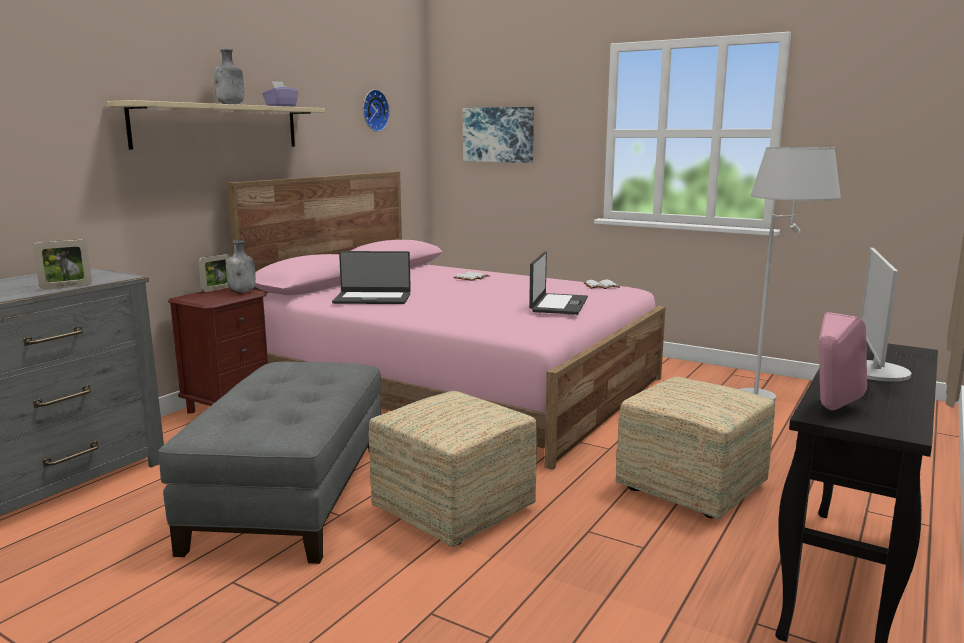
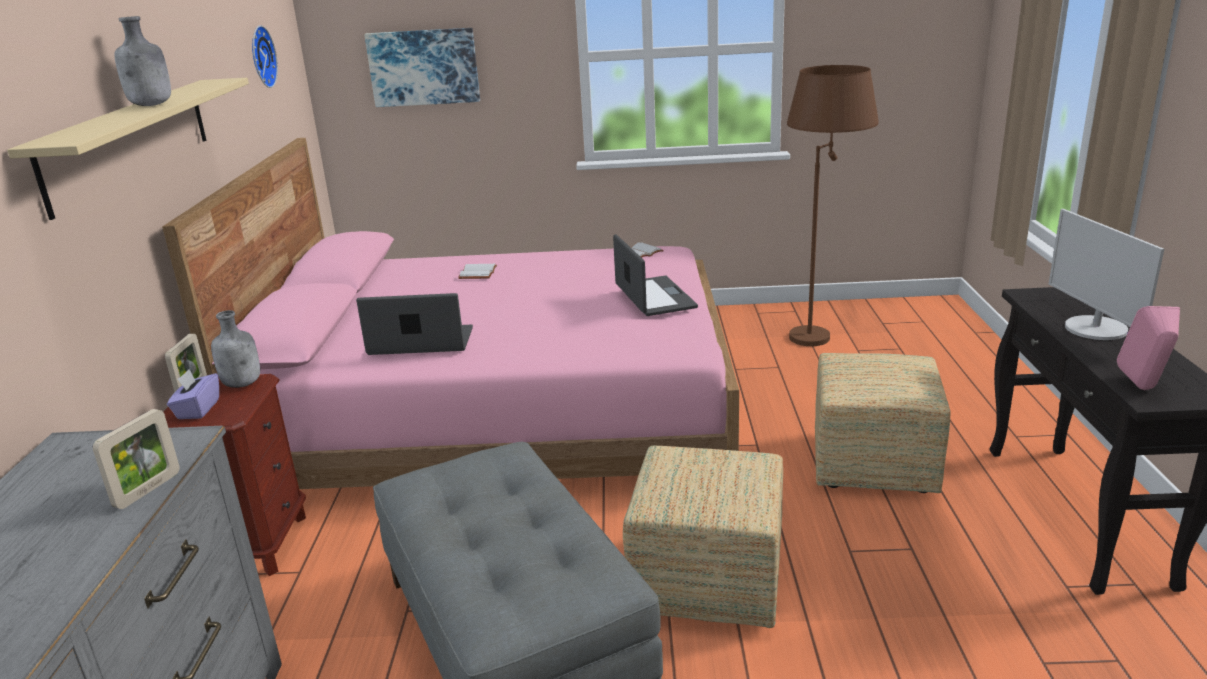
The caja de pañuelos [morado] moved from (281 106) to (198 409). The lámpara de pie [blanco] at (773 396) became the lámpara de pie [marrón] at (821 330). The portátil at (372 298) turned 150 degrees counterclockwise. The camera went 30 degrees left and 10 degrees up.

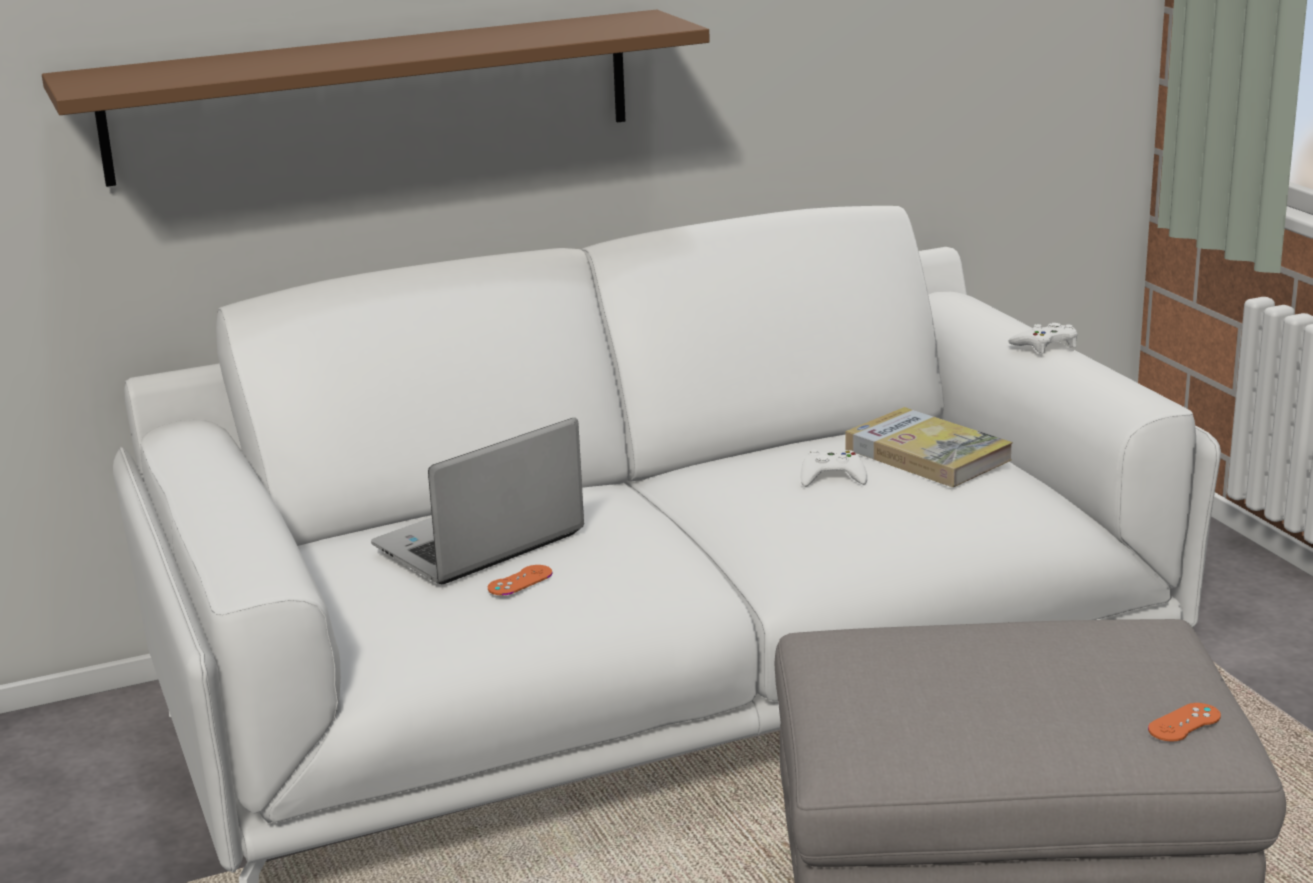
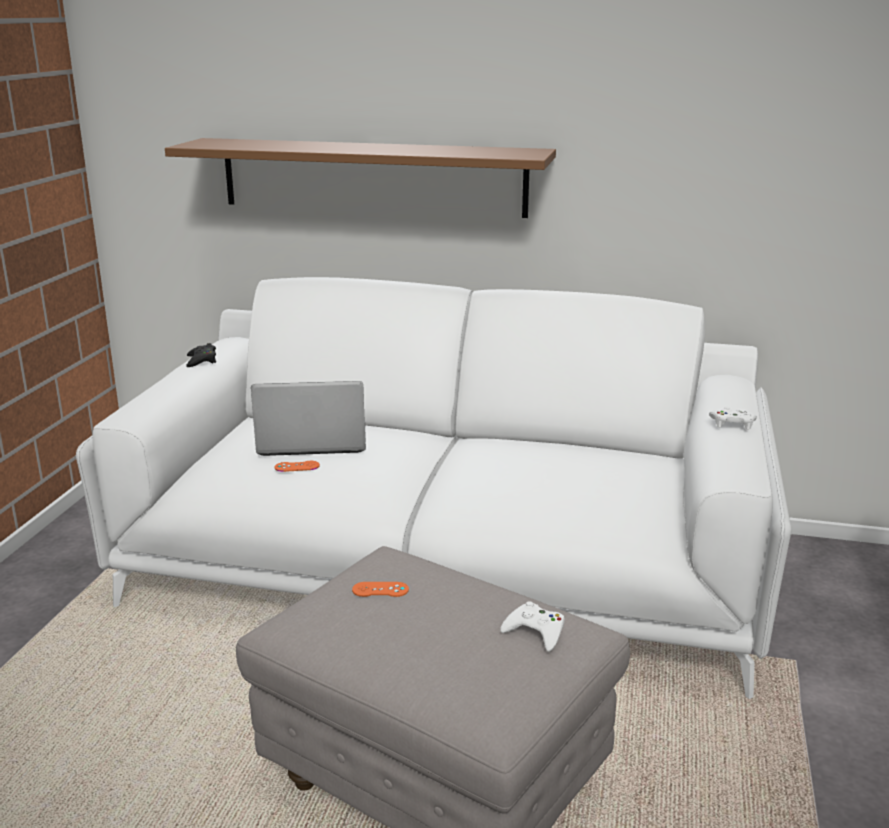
The libro at (927 454) disappeared. The mando de consola [negro] at (201 360) appeared. The mando de consola [blanco] moved from (832 476) to (535 632). The mando de consola [naranja] moved from (1184 723) to (380 590). The camera went 35 degrees right and 0 degrees up.

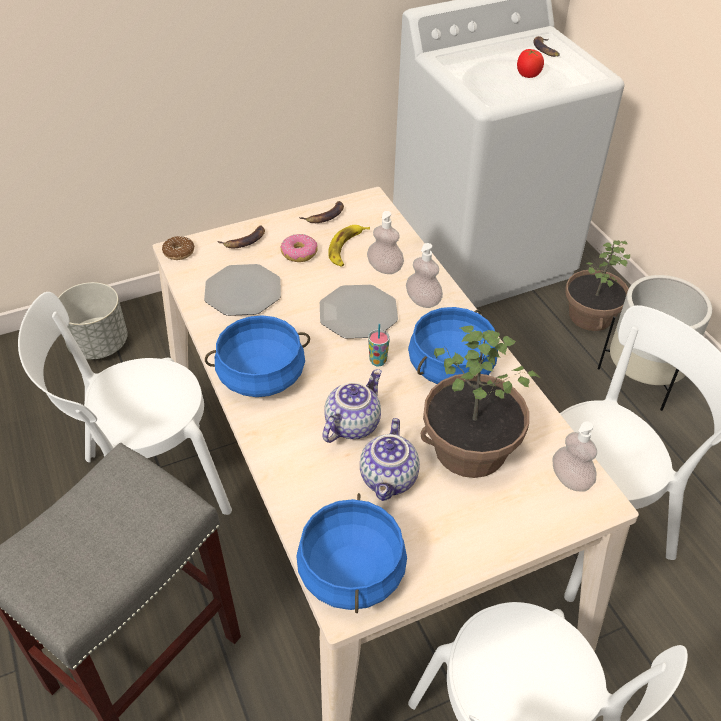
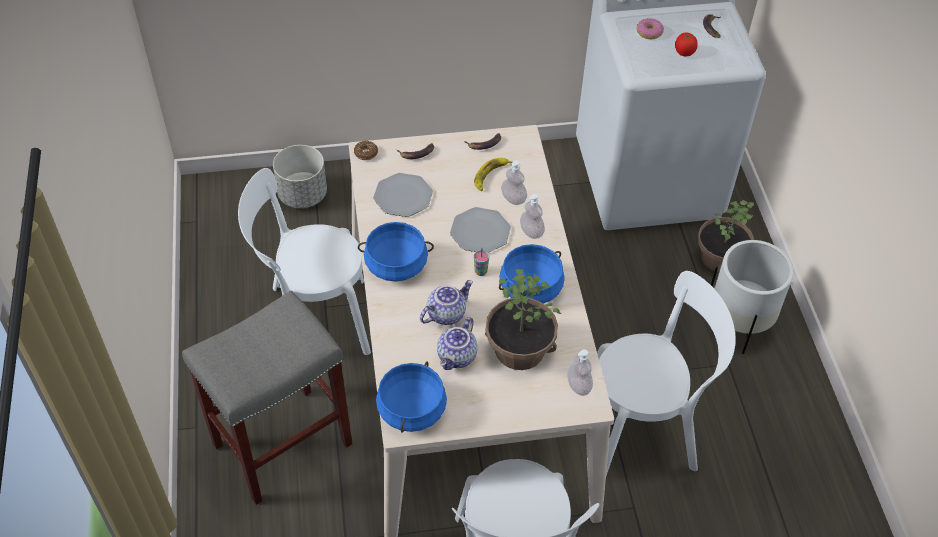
The rosquilla moved from (299 253) to (649 33). The camera went 15 degrees right and 5 degrees up.

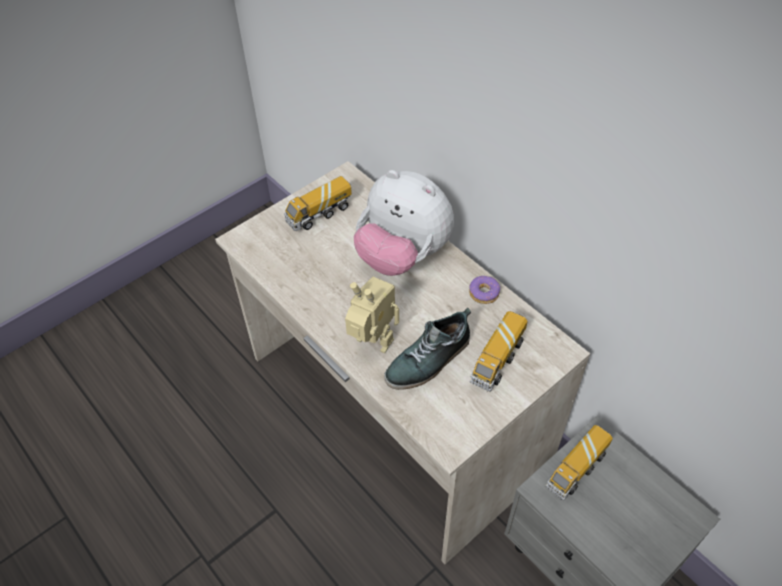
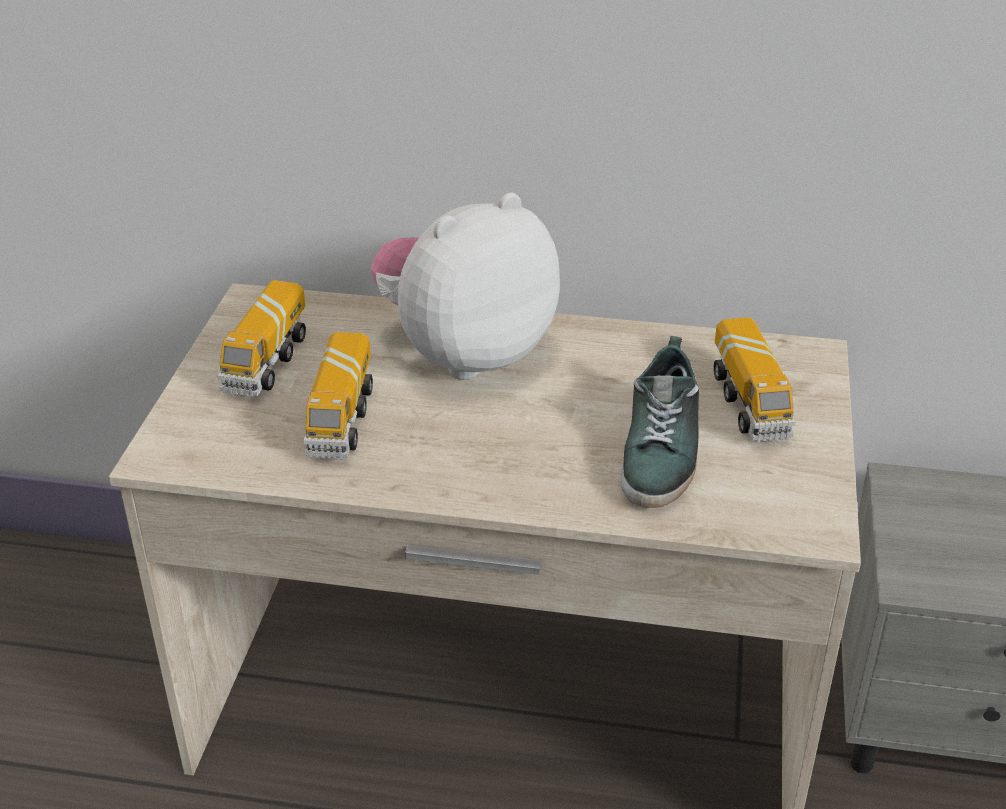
The robot de juguete at (372 344) disappeared. The rosquilla at (484 293) disappeared. The camión de juguete moved from (576 470) to (340 421). The peluche at (402 255) turned 150 degrees clockwise. The camera went 40 degrees left and 15 degrees down.

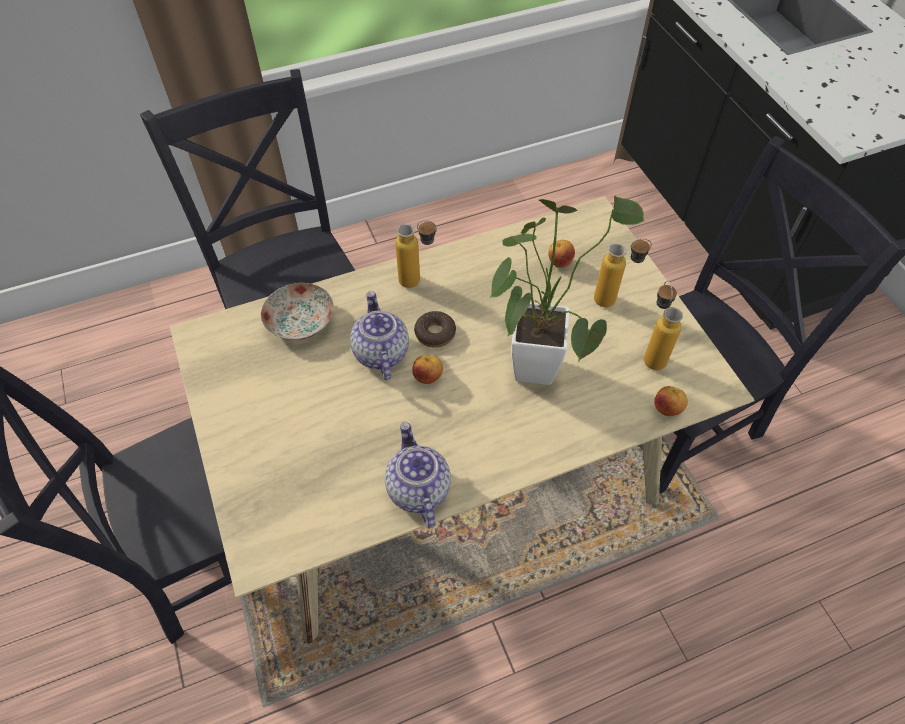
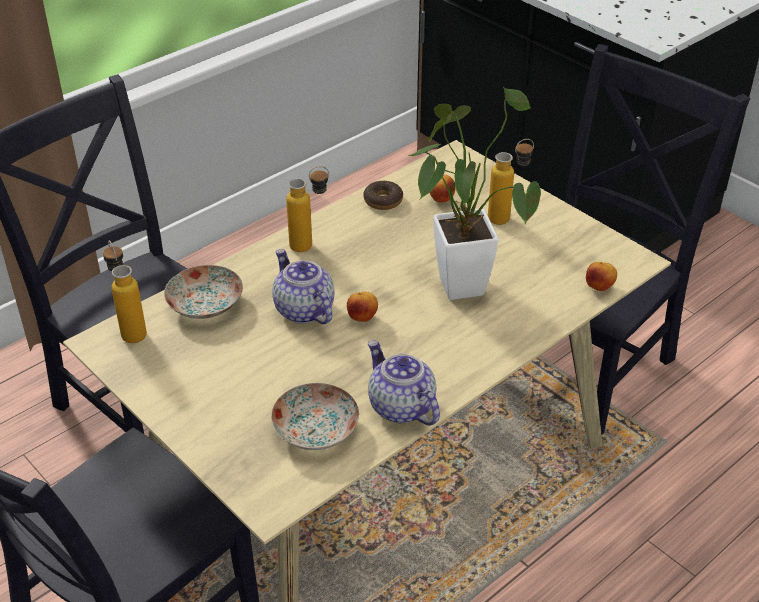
The plato at (317 430) appeared. The rosquilla moved from (435 333) to (383 200). The botella moved from (651 353) to (130 329). The camera went 20 degrees left and 15 degrees down.

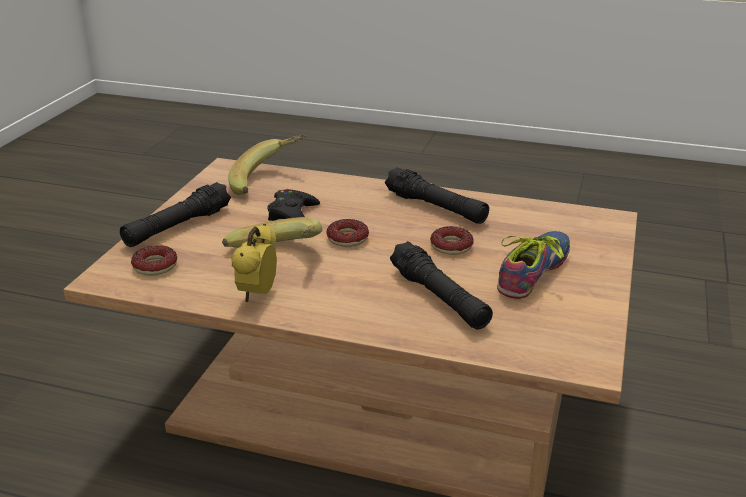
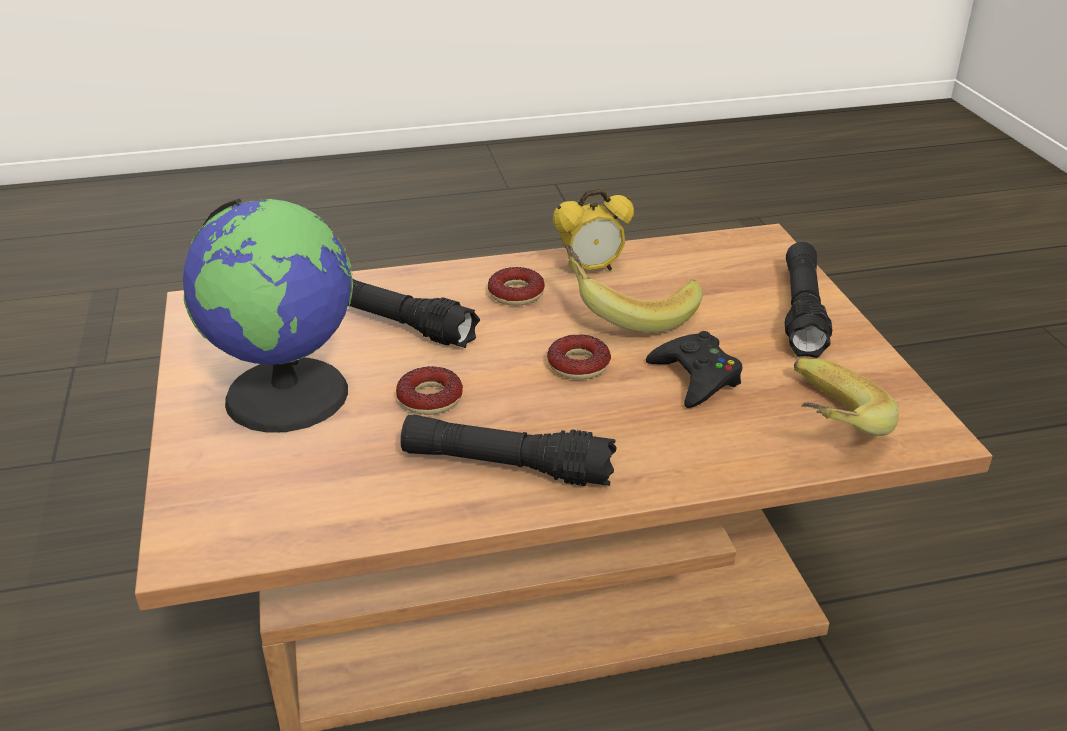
The rosquilla moved from (155 266) to (516 293). The zapato at (537 272) was replaced by the globo terráqueo at (288 393). The despertador at (257 295) turned 90 degrees clockwise. The camera went 150 degrees right and 5 degrees up.

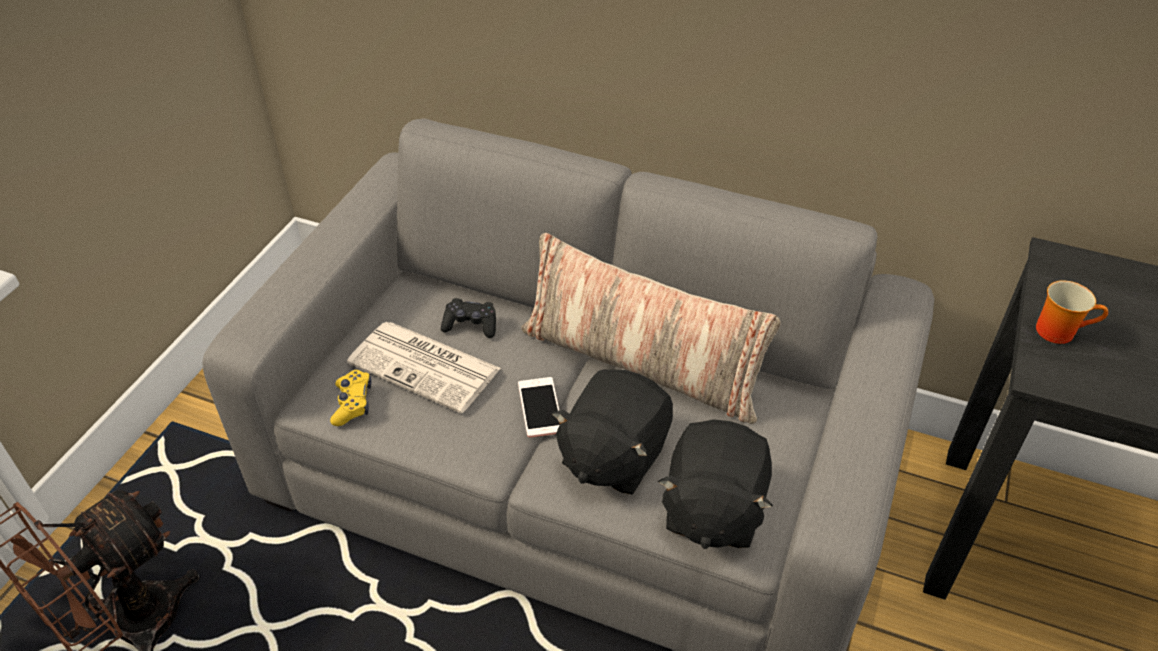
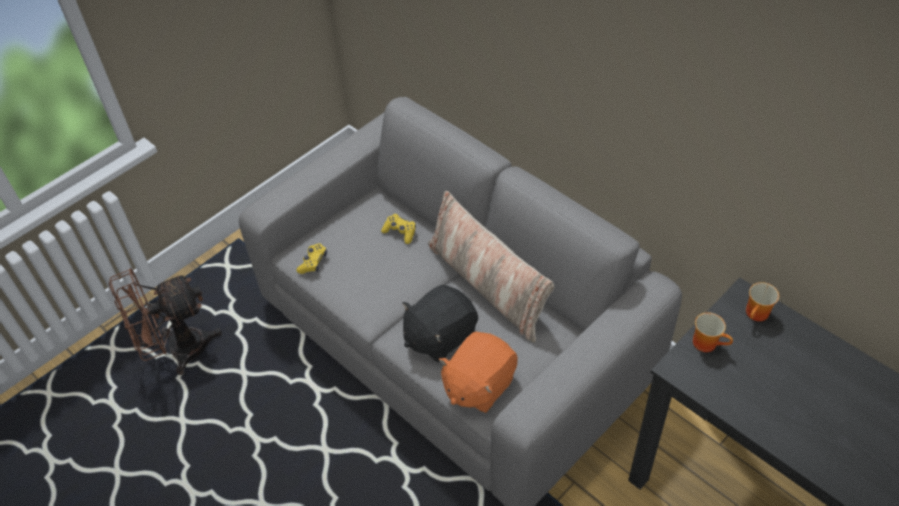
The periódico at (426 366) disappeared. The móvil at (540 407) disappeared. The taza grande at (757 315) appeared. The mando de consola [negro] at (470 325) became the mando de consola [amarillo] at (400 232). The peluche [negro] at (712 509) became the peluche [naranja] at (478 385). The camera went 25 degrees right and 5 degrees up.

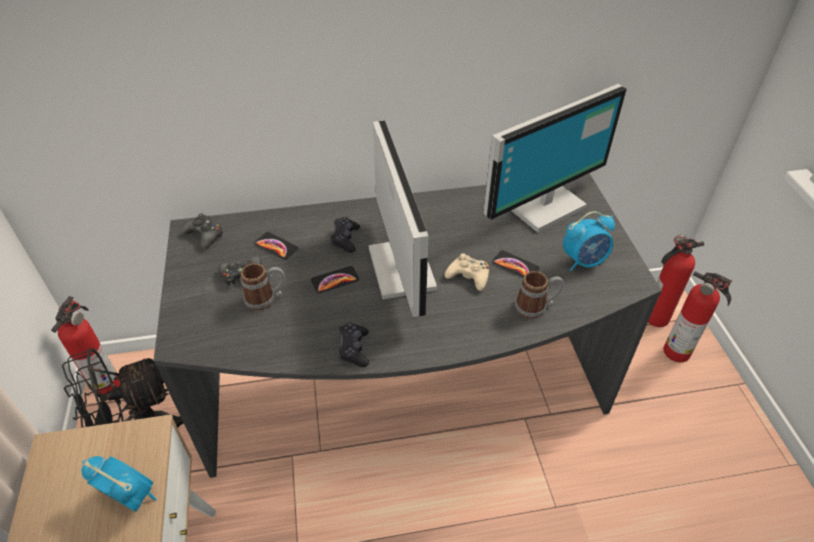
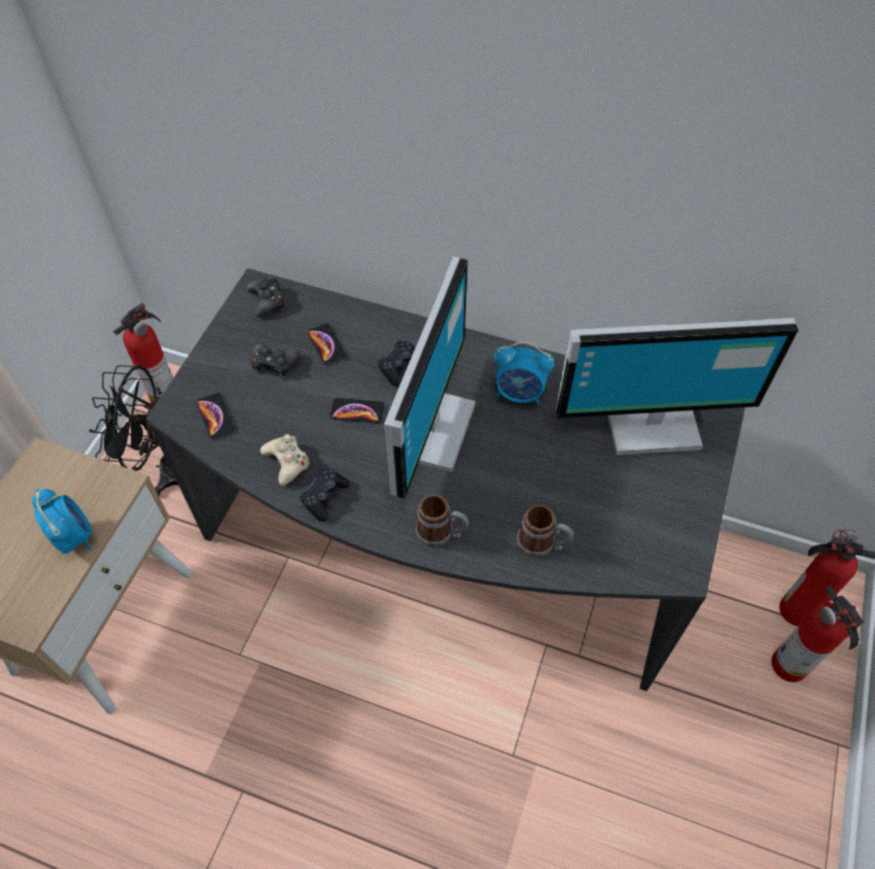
The taza grande moved from (266 298) to (441 533). The mando de consola [beis] moved from (468 276) to (287 462). The móvil moved from (515 265) to (215 416). The despertador moved from (584 261) to (519 393). The camera went 30 degrees right and 10 degrees up.

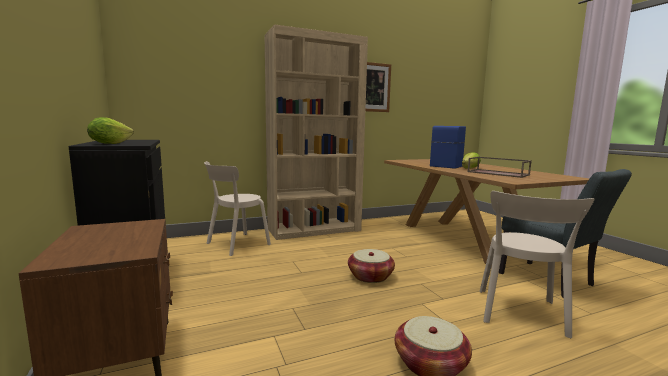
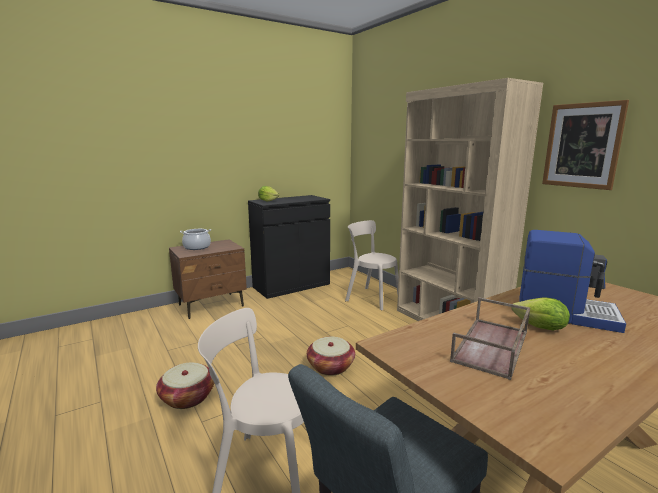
The olla at (197 247) appeared. The camera went 80 degrees right and 5 degrees up.

